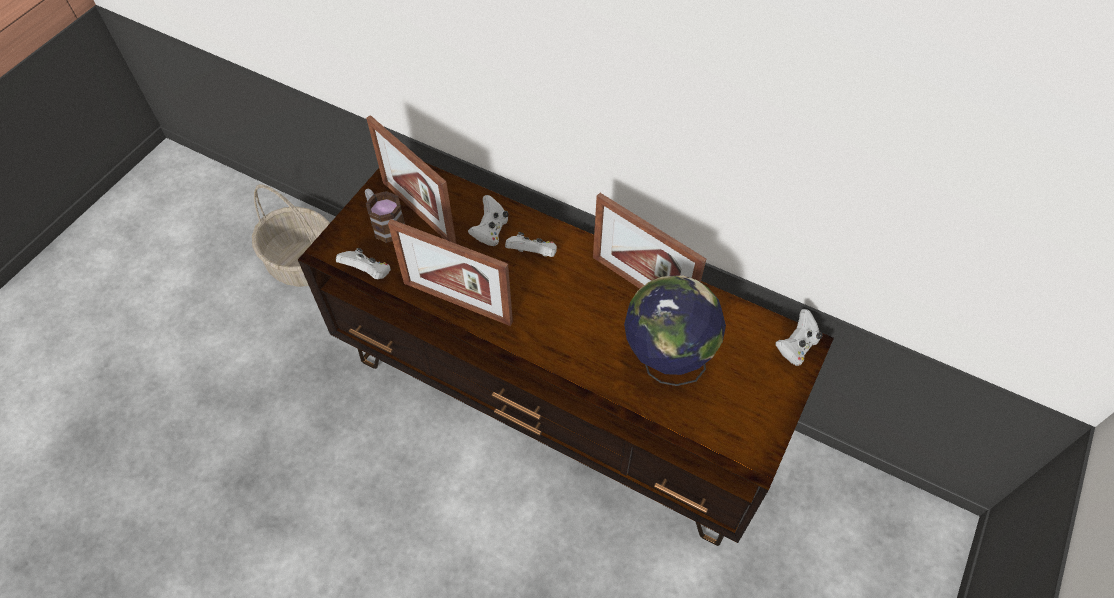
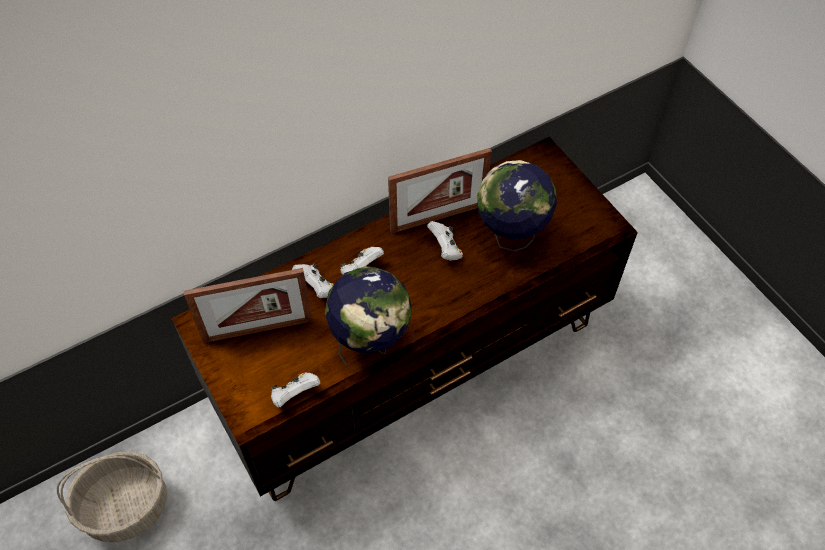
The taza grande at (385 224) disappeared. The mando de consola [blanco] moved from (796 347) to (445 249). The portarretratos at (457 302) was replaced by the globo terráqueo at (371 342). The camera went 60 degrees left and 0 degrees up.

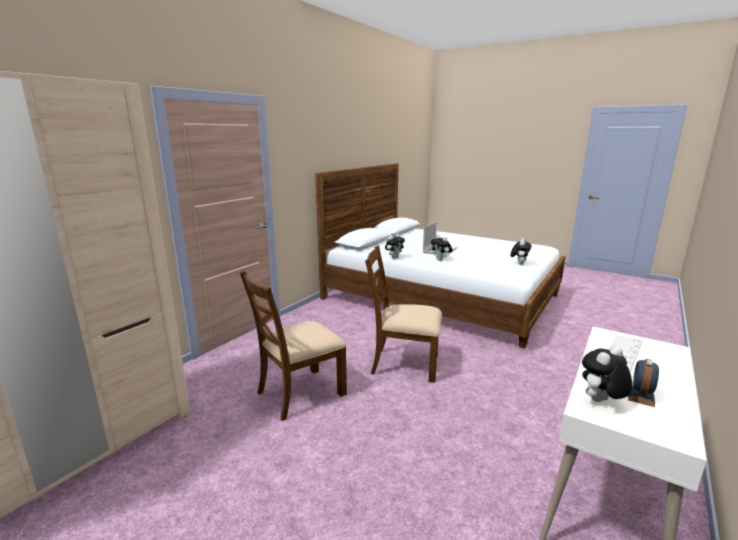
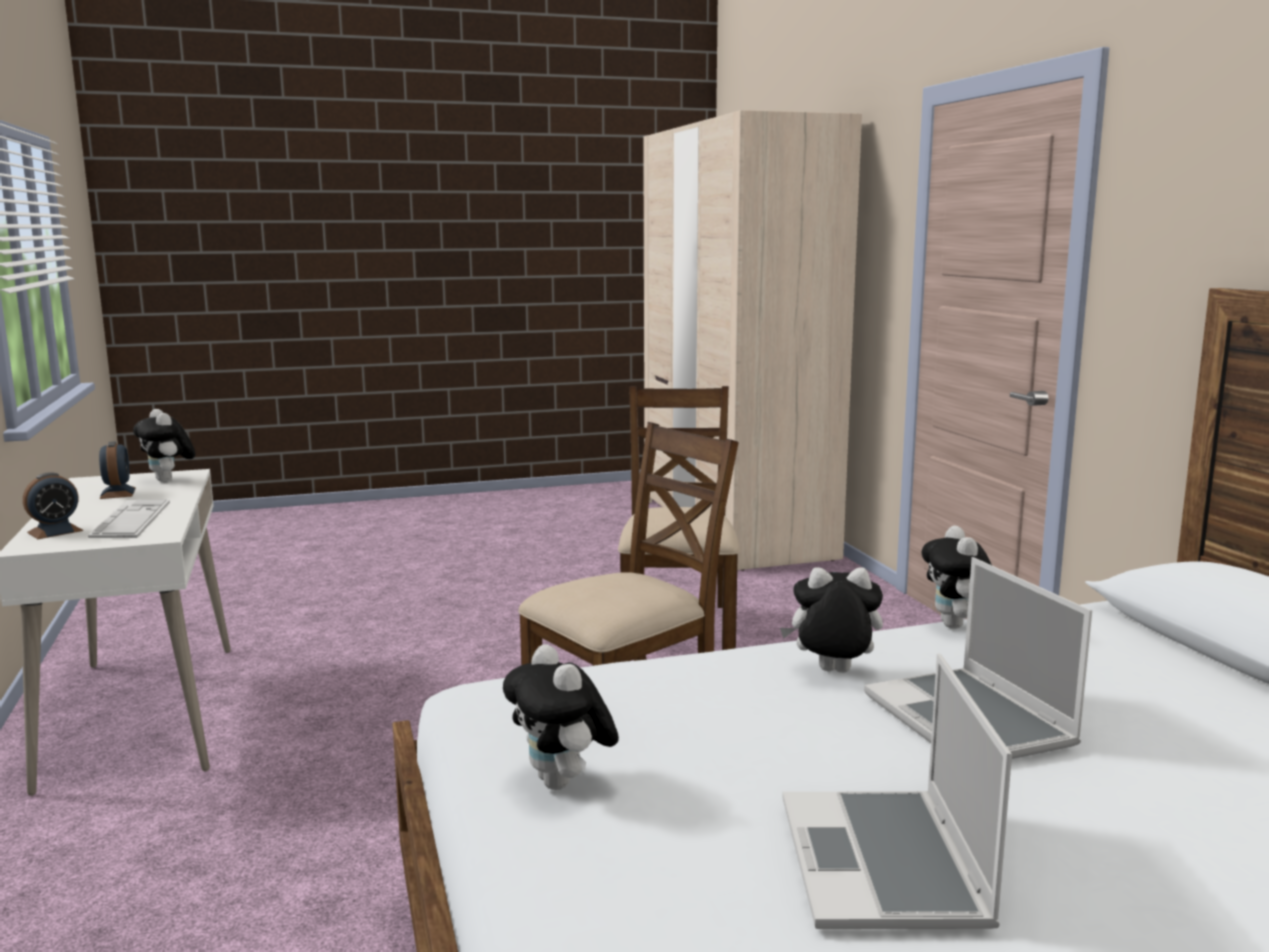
The despertador at (55 531) appeared. The portátil at (885 865) appeared. The peluche at (600 402) turned 135 degrees clockwise. The camera went 130 degrees right and 5 degrees down.

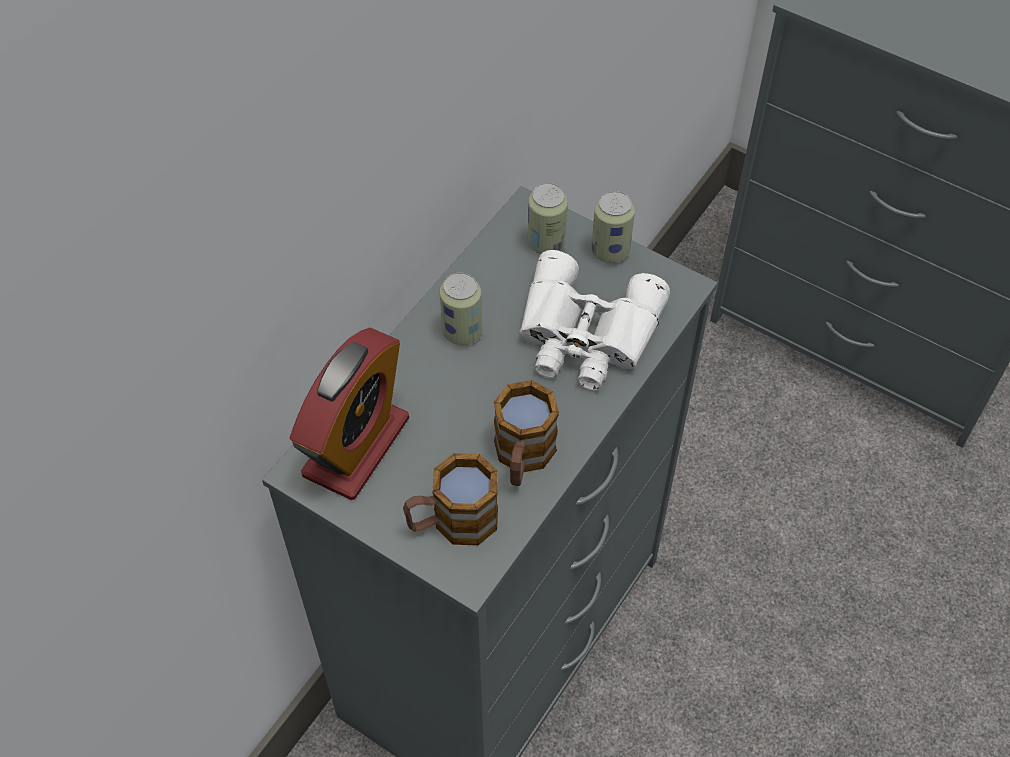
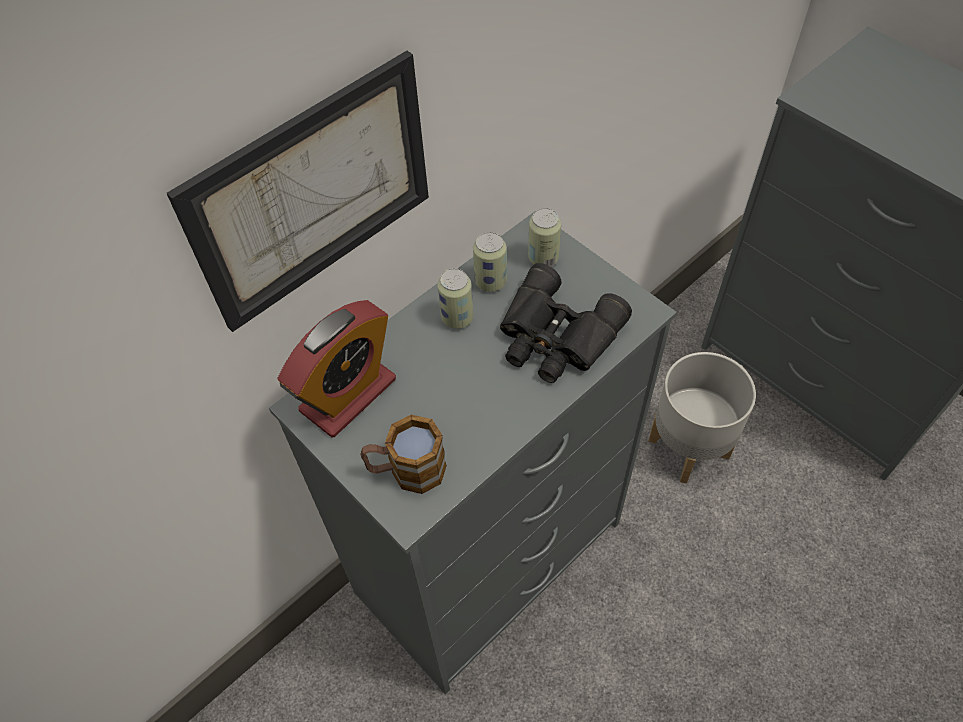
The taza grande at (522 458) disappeared. The cuadro at (313 193) appeared. The maceta [gris] at (689 447) appeared. The lata moved from (610 251) to (490 282). The prismáticos [blanco] at (585 335) became the prismáticos [negro] at (555 337). The camera went 15 degrees right and 0 degrees up.

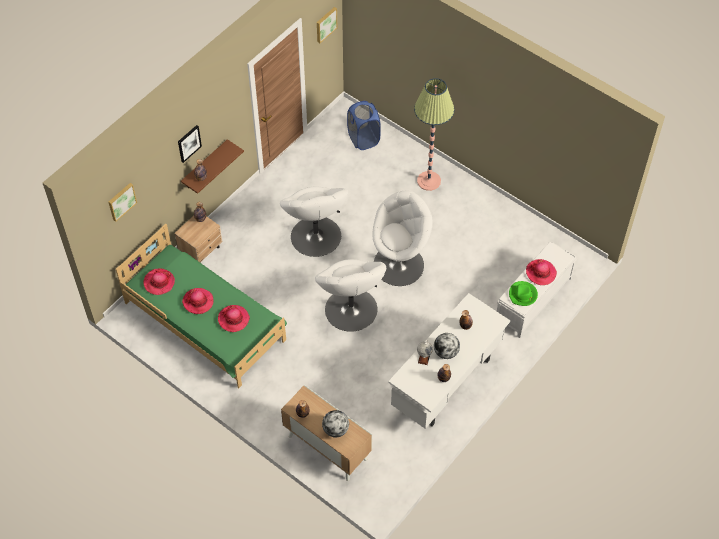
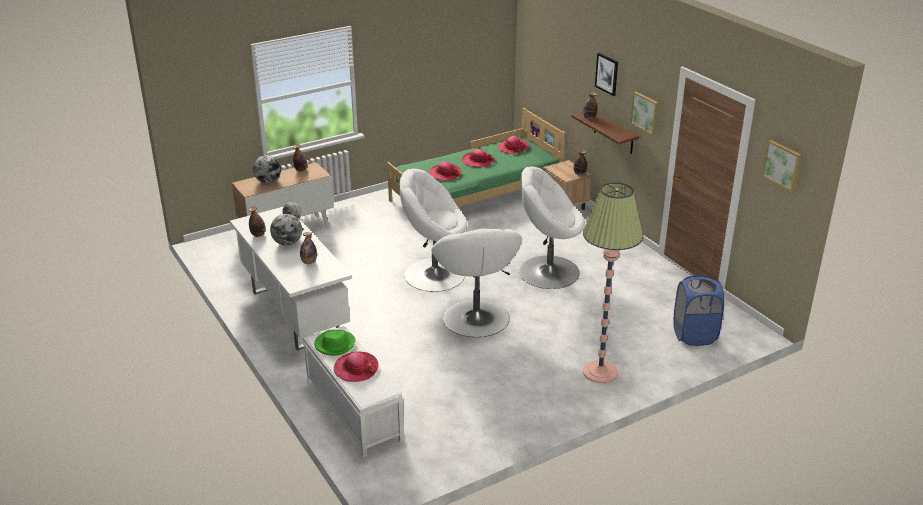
The cuadro moved from (121 201) to (646 112). The camera went 110 degrees right and 25 degrees down.

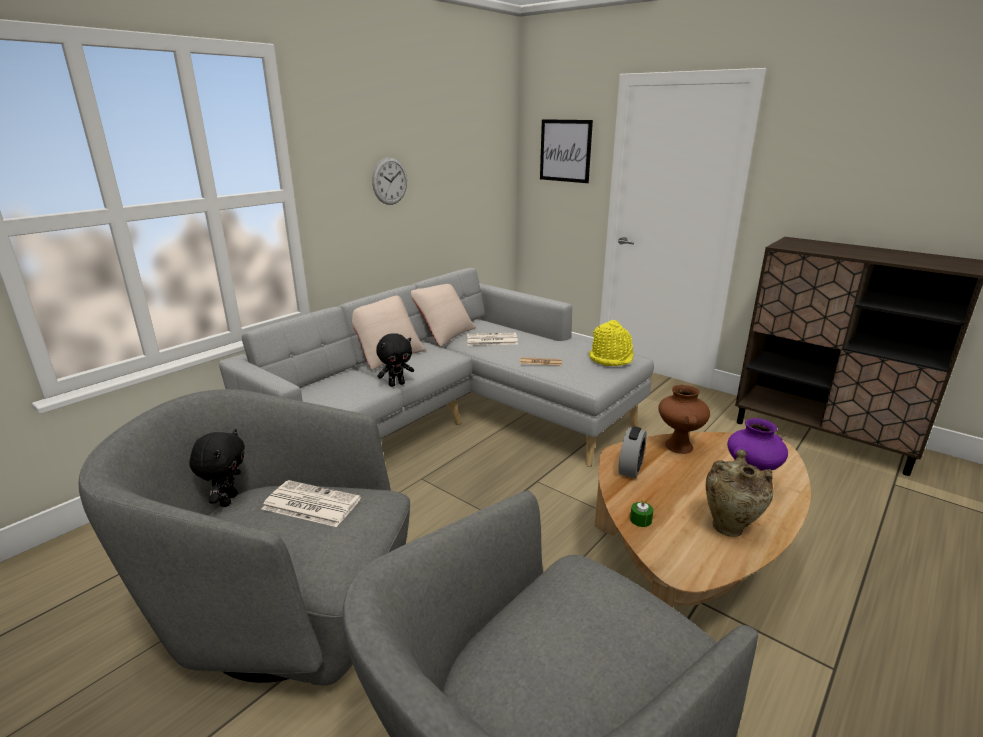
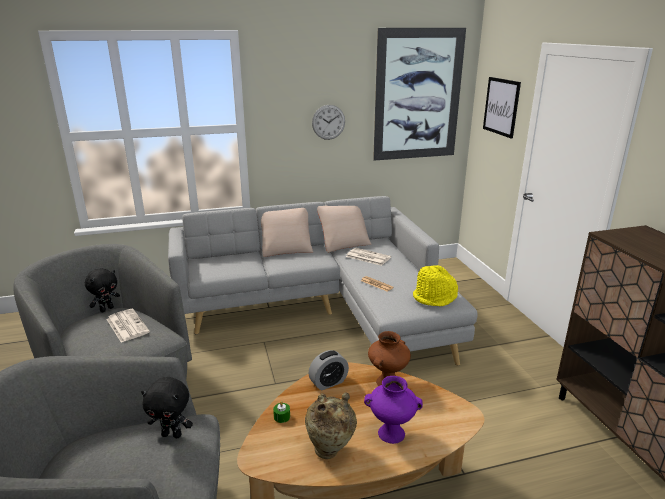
The cuadro at (418 95) appeared. The peluche [negro] moved from (397 384) to (172 434). The camera went 35 degrees right and 0 degrees up.

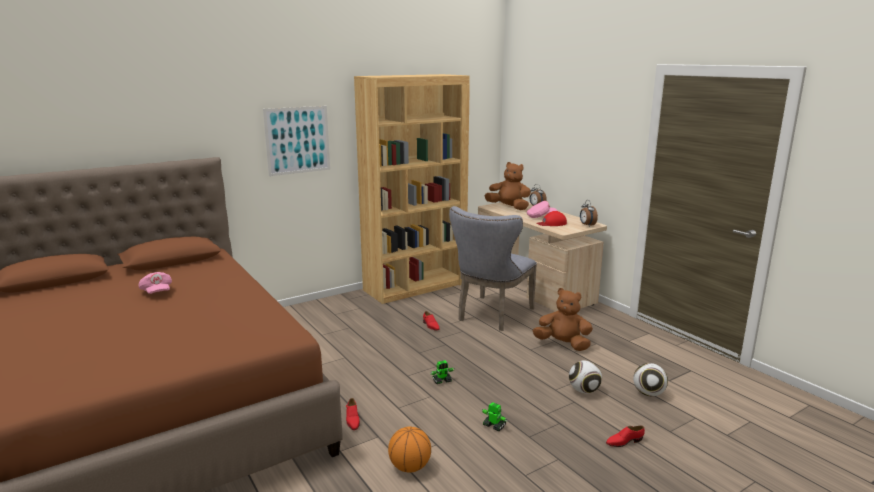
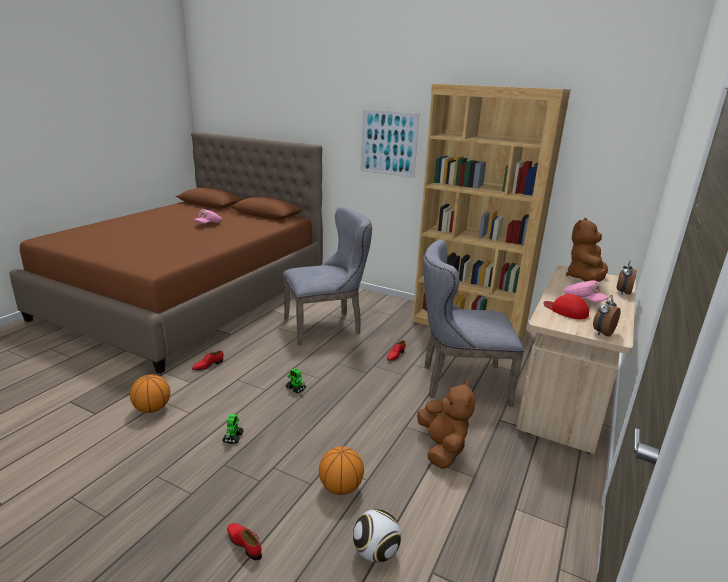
The silla [gris] at (327 326) appeared. The balón de fútbol at (583 391) was replaced by the balón de baloncesto at (341 487). The peluche [marrón] at (509 207) turned 150 degrees counterclockwise. The camera went 60 degrees right and 5 degrees up.

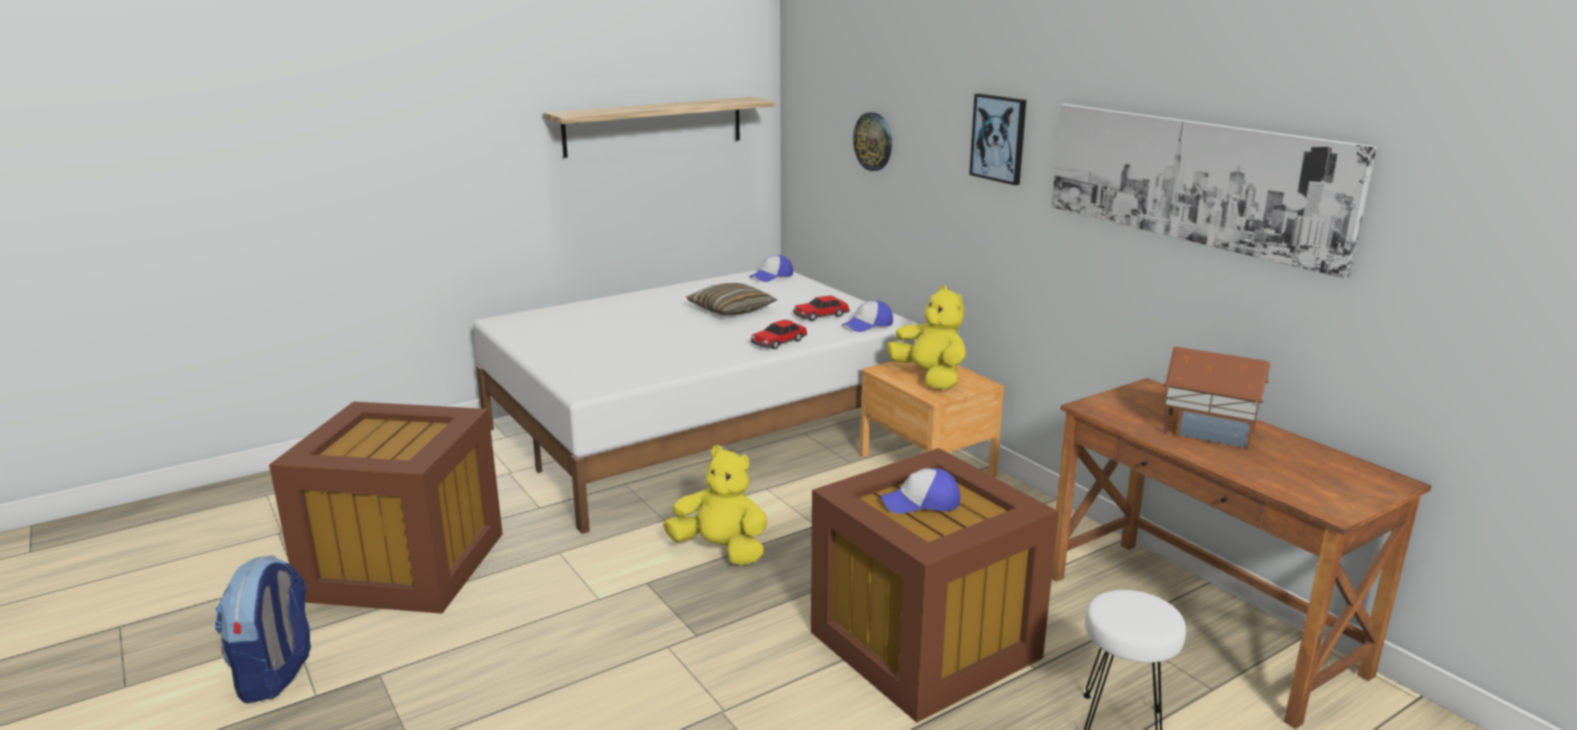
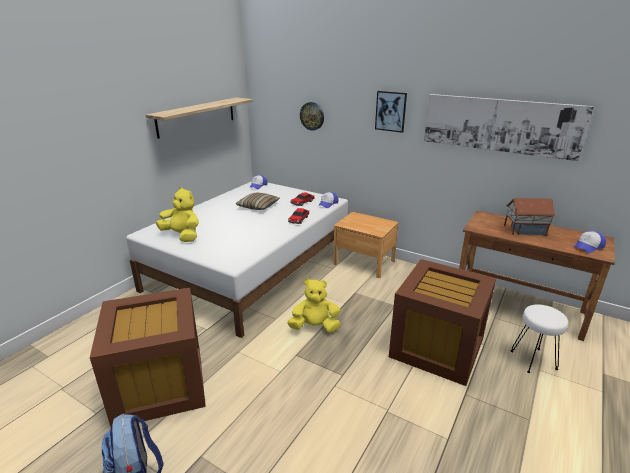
The gorra moved from (921 503) to (588 246). The peluche [amarillo] moved from (930 378) to (182 236). The camera went 25 degrees left and 5 degrees up.

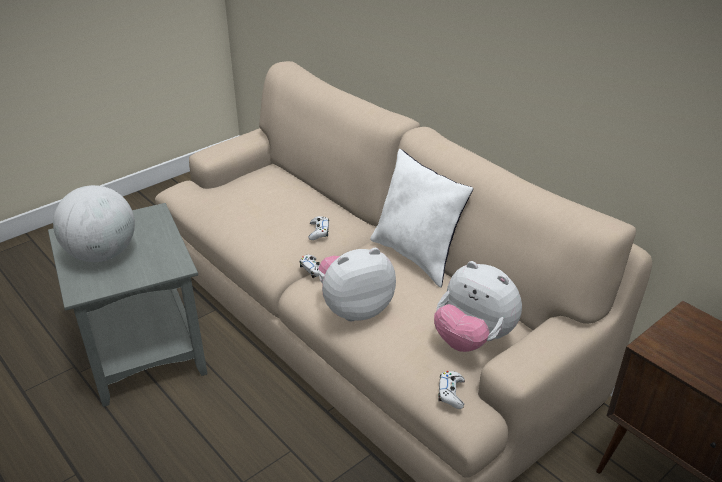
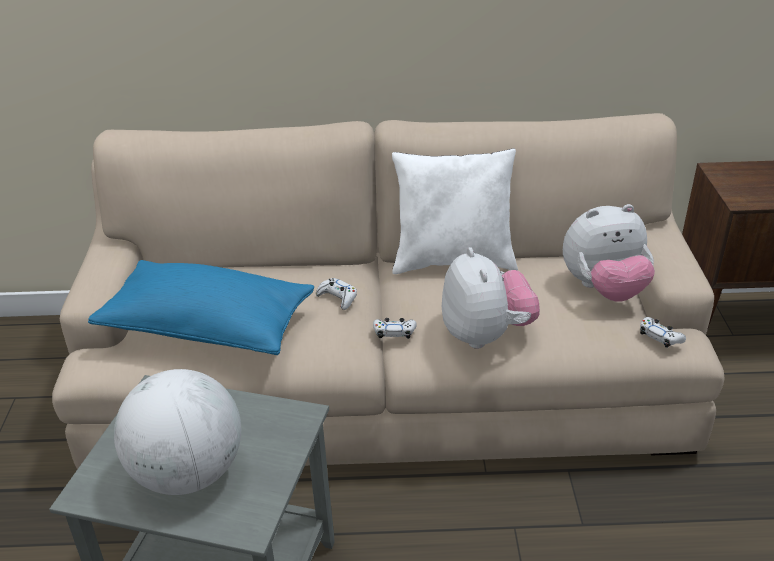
The cojín [azul] at (208 327) appeared. The peluche at (355 308) turned 150 degrees clockwise. The camera went 50 degrees left and 0 degrees up.

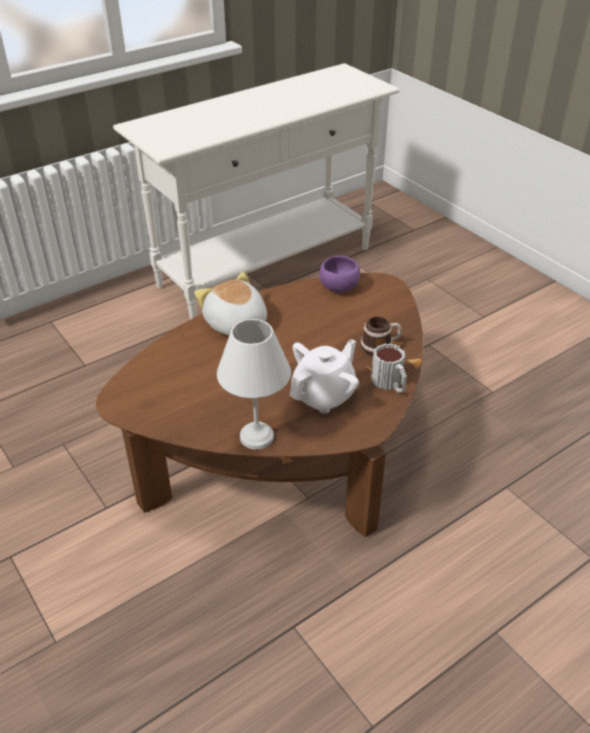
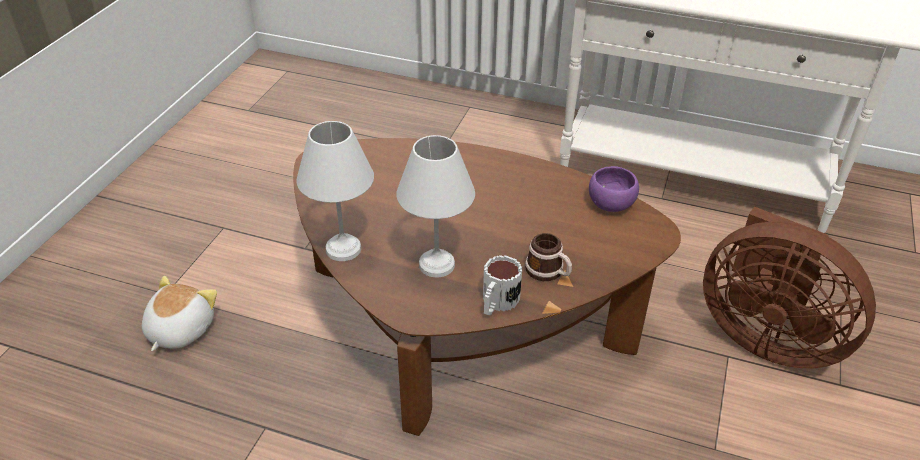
The ventilador [marrón] at (766 335) appeared. The peluche moved from (235 324) to (179 330). The tetera [blanco] at (324 395) was replaced by the lámpara de mesa [blanco] at (435 265). The camera went 55 degrees right and 0 degrees up.

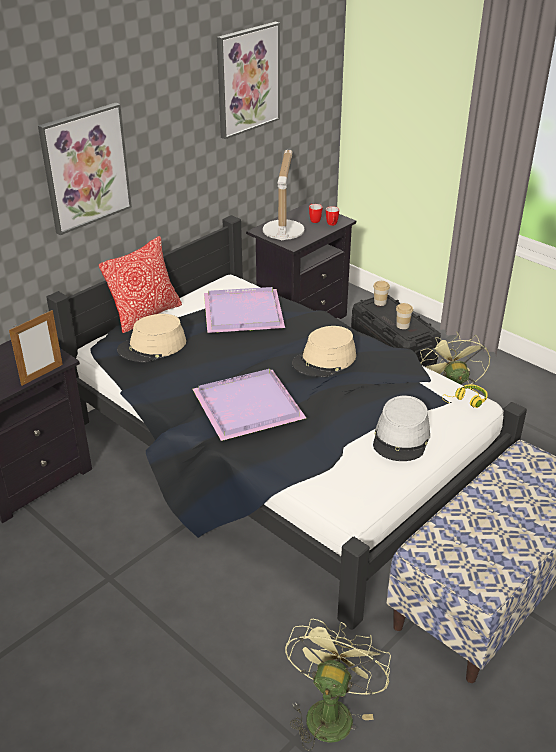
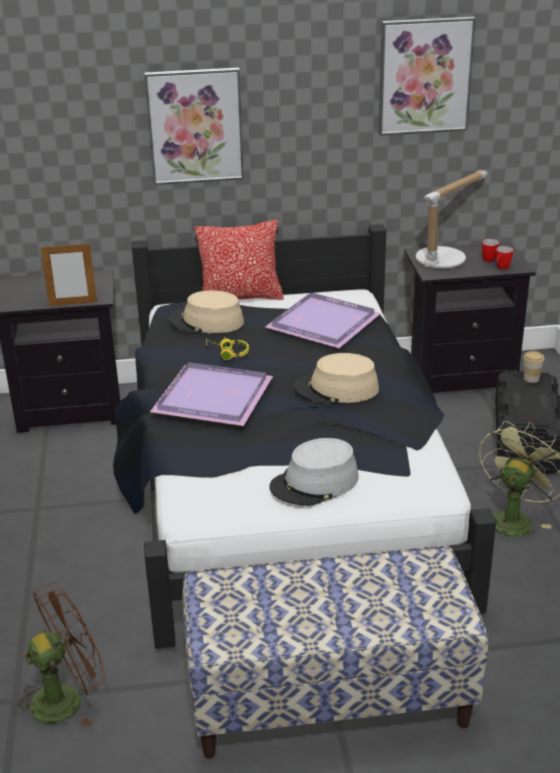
The taza at (402 325) disappeared. The auriculares [amarillo] moved from (466 401) to (227 353). The ventilador [verde] at (330 710) became the ventilador [marrón] at (66 698). The camera went 40 degrees right and 5 degrees down.

